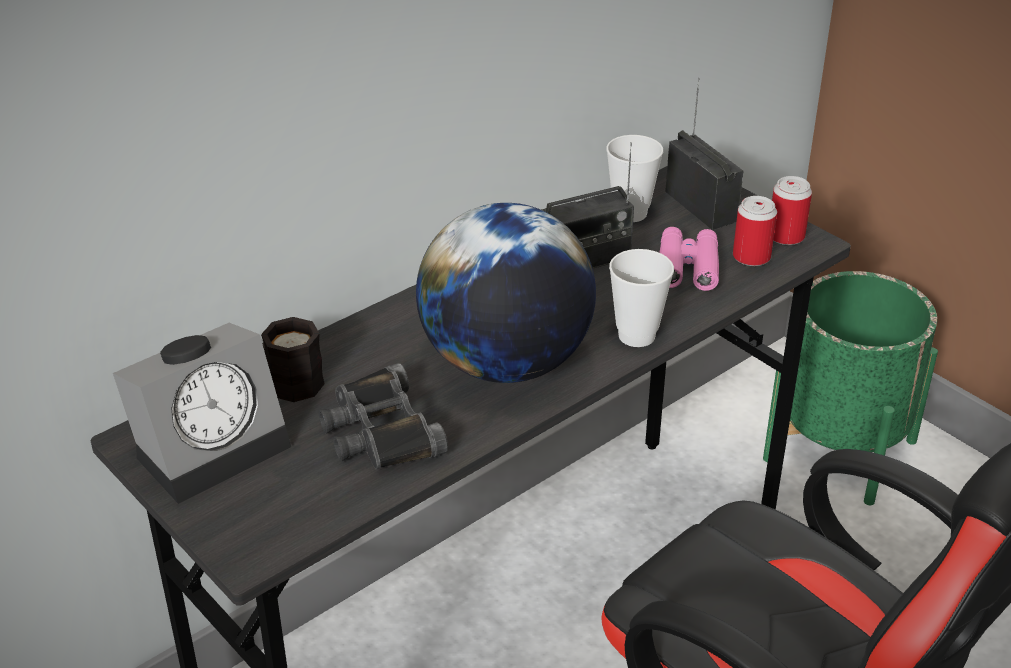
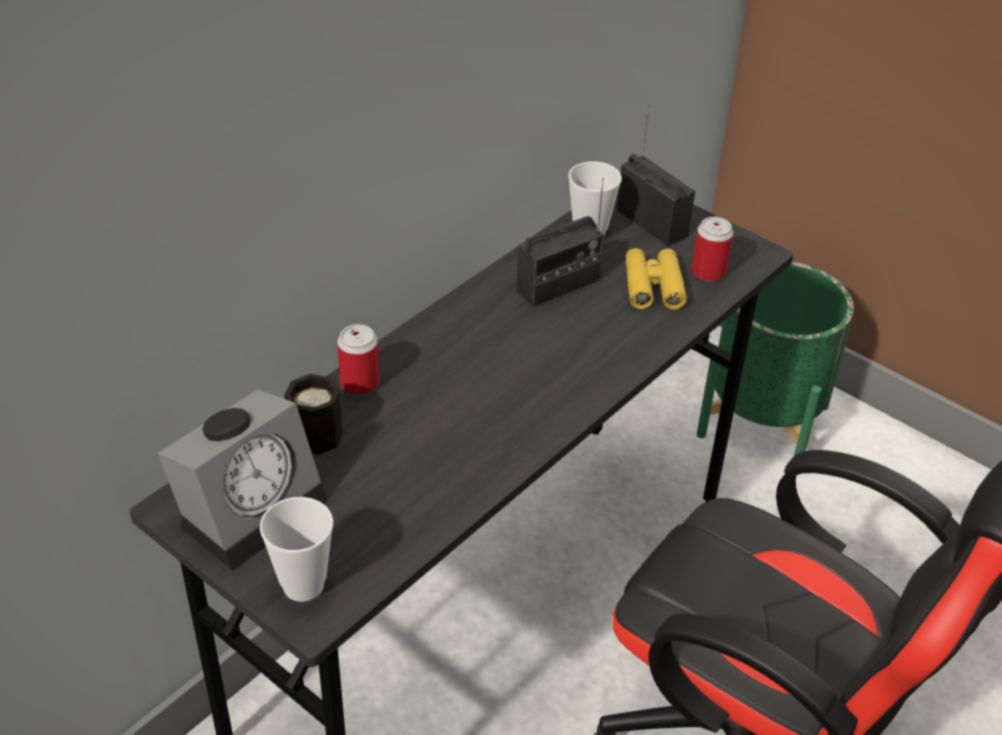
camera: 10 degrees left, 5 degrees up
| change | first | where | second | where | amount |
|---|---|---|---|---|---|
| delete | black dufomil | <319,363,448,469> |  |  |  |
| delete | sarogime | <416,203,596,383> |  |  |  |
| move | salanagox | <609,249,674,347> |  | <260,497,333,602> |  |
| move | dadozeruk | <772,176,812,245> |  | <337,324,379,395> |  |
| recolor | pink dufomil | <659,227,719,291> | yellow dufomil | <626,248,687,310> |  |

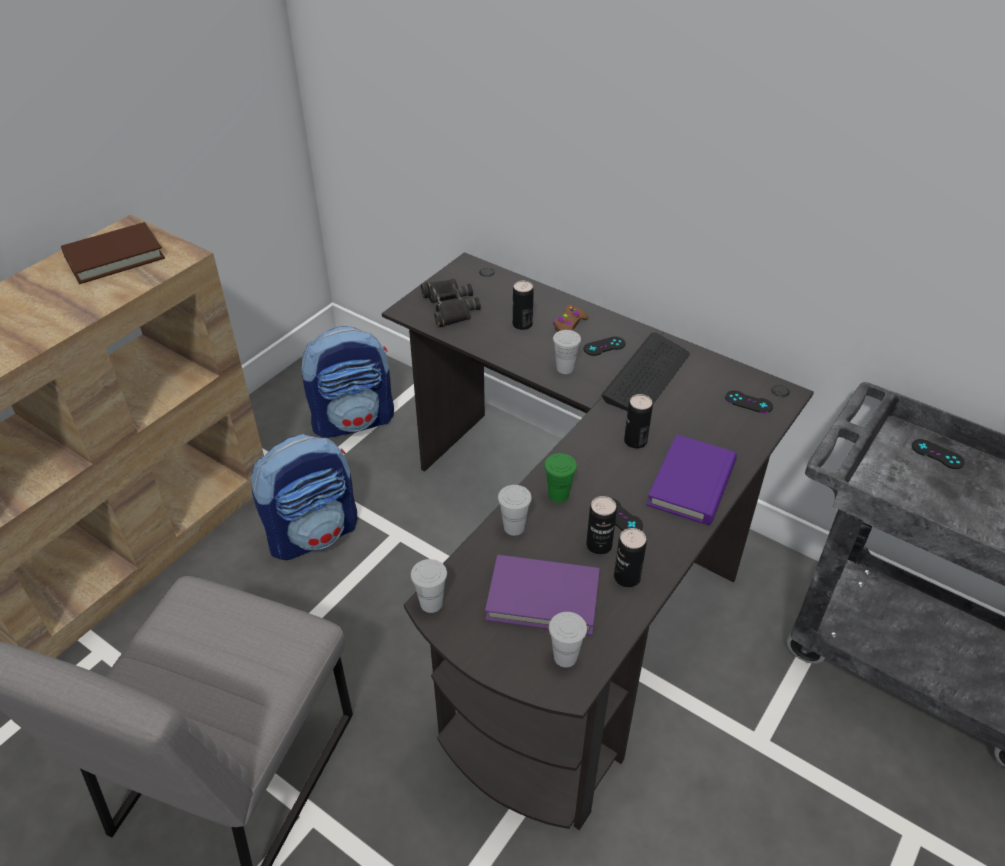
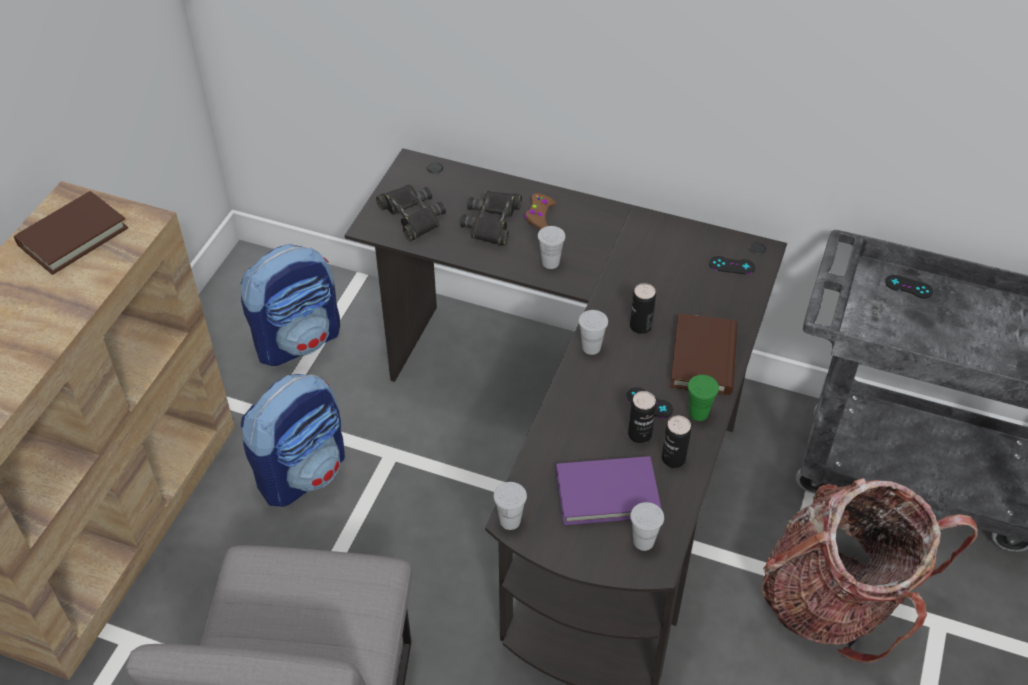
camera: 15 degrees left, 5 degrees up
| change | first | where | second | where | amount |
|---|---|---|---|---|---|
| delete | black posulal | <583,337,626,356> |  |  |  |
| delete | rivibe | <601,332,690,411> |  |  |  |
| insert |  |  | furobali | <762,478,977,663> |  |
| move | white salanagox | <498,485,532,536> |  | <579,310,608,355> |  |
| move | green salanagox | <544,453,577,503> |  | <688,375,719,421> |  |
| replace | dadozeruk | <513,281,534,330> | black dufomil | <460,191,522,246> |  |
| recolor | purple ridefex | <647,435,737,525> | brown ridefex | <670,313,737,395> |  |

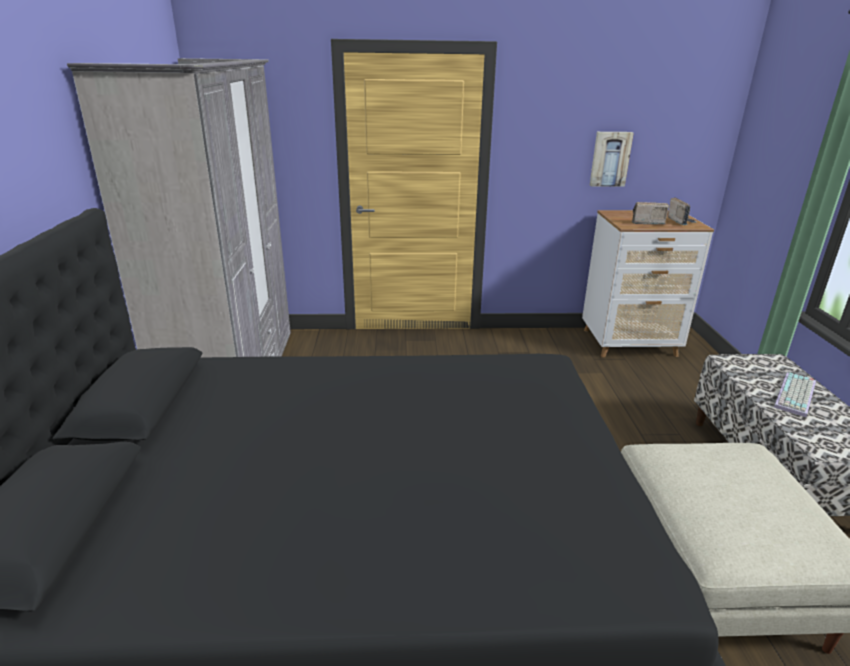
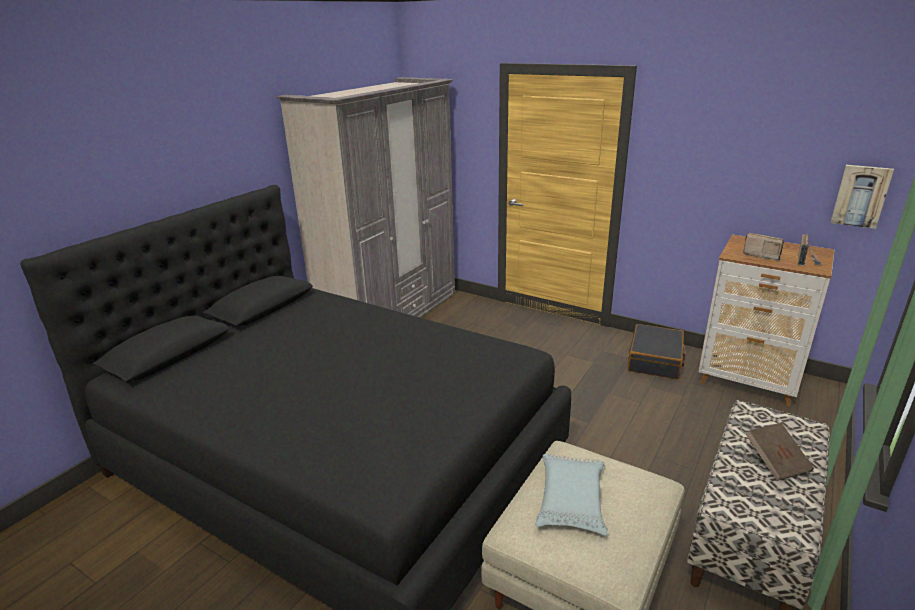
camera: 35 degrees right, 0 degrees up
| change | first | where | second | where | amount |
|---|---|---|---|---|---|
| insert |  |  | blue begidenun | <535,454,608,536> |  |
| insert |  |  | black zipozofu | <628,324,686,379> |  |
| move | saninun | <590,132,634,187> |  | <830,165,894,229> |  |
| replace | rivibe | <774,373,816,418> | brown ridefex | <746,423,814,481> |  |

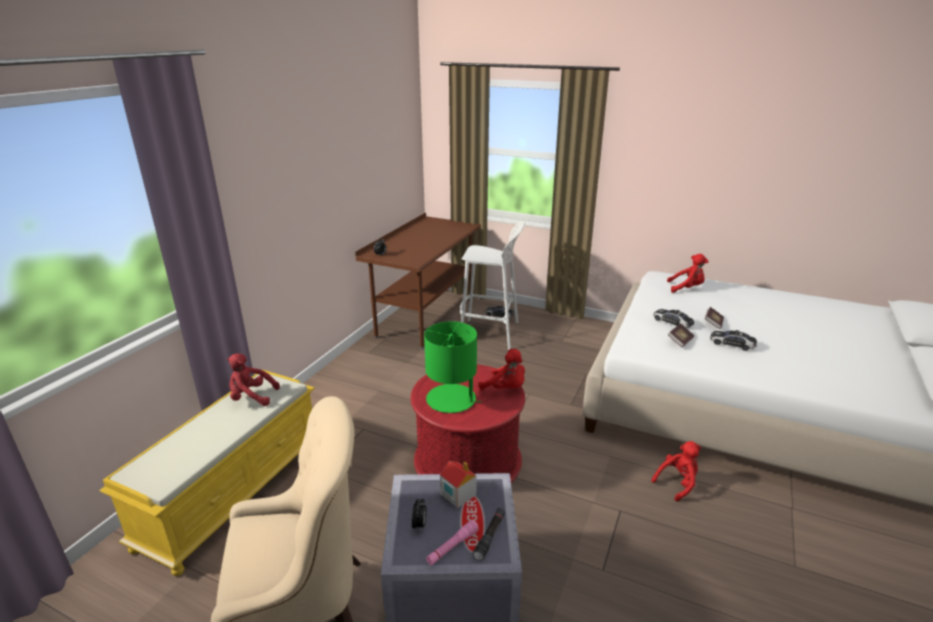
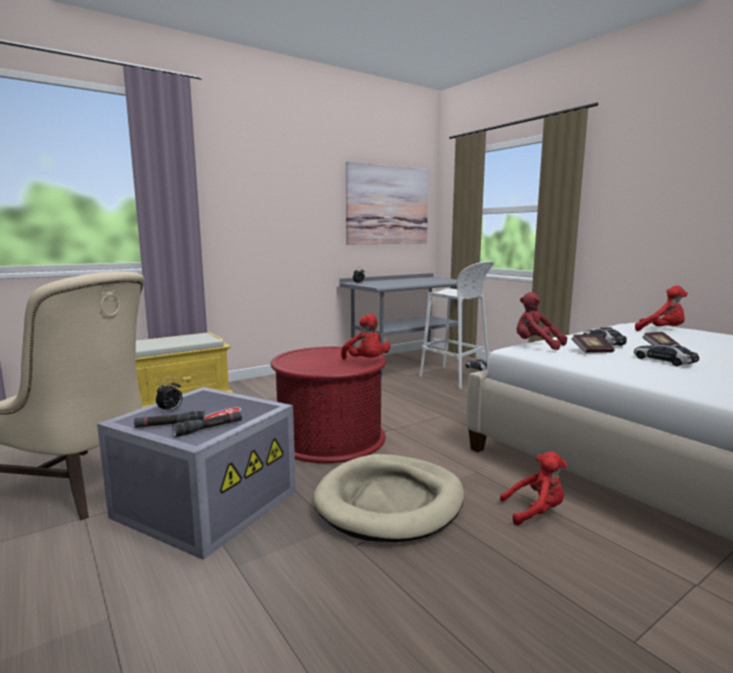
camera: 30 degrees right, 15 degrees down
| change | first | where | second | where | amount |
|---|---|---|---|---|---|
| delete | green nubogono | <424,321,482,413> |  |  |  |
| delete | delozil | <440,461,477,508> |  |  |  |
| insert |  |  | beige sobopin | <313,454,464,542> |  |
| insert |  |  | saninun | <346,161,429,244> |  |
| move | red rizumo | <227,353,280,406> |  | <516,292,567,350> |  |
| recolor | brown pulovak | <355,212,481,349> | grey pulovak | <339,273,464,376> |  |
| recolor | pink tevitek | <426,520,479,565> | black tevitek | <134,410,205,428> |  |

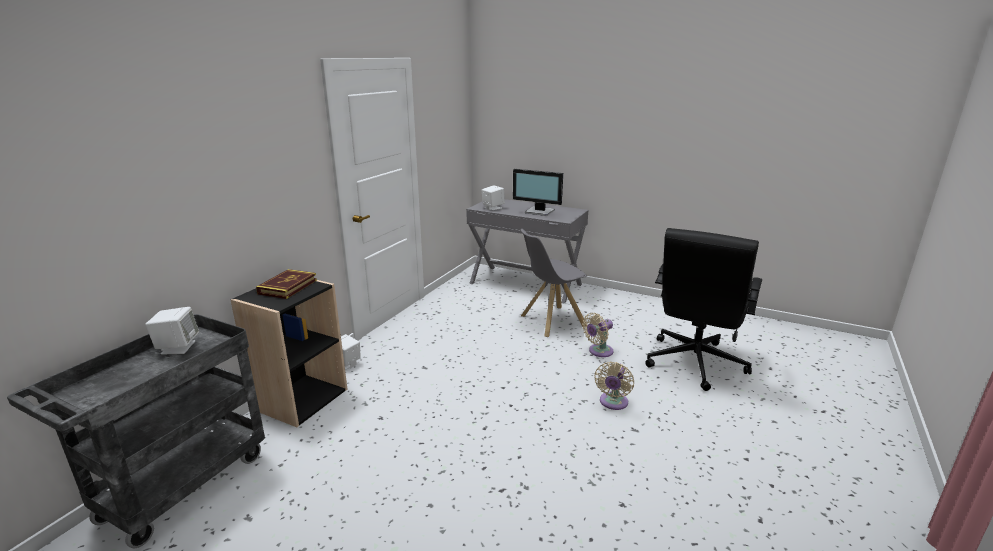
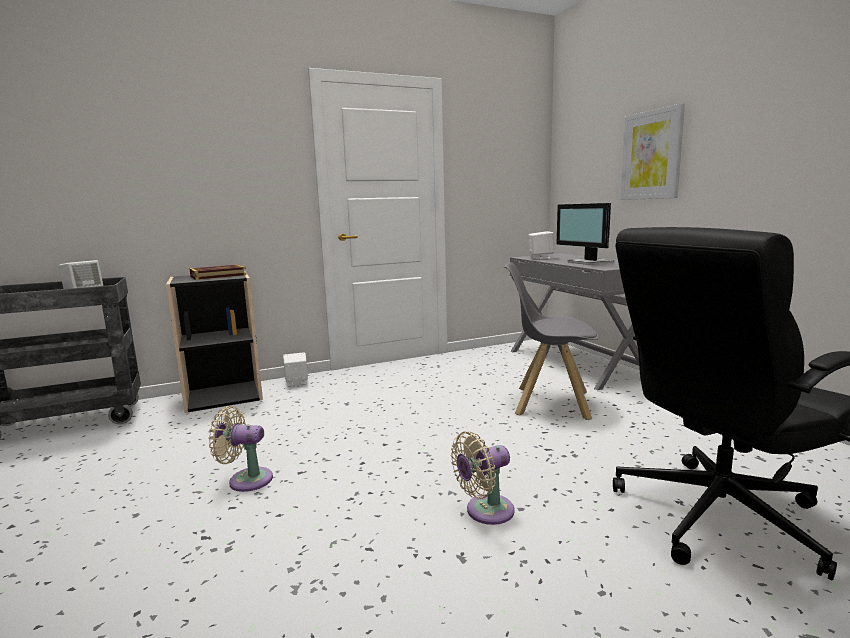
camera: 40 degrees right, 10 degrees down
| change | first | where | second | where | amount |
|---|---|---|---|---|---|
| insert |  |  | saninun | <620,103,685,200> |  |
| move | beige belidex | <582,313,613,357> |  | <209,406,273,492> |  |

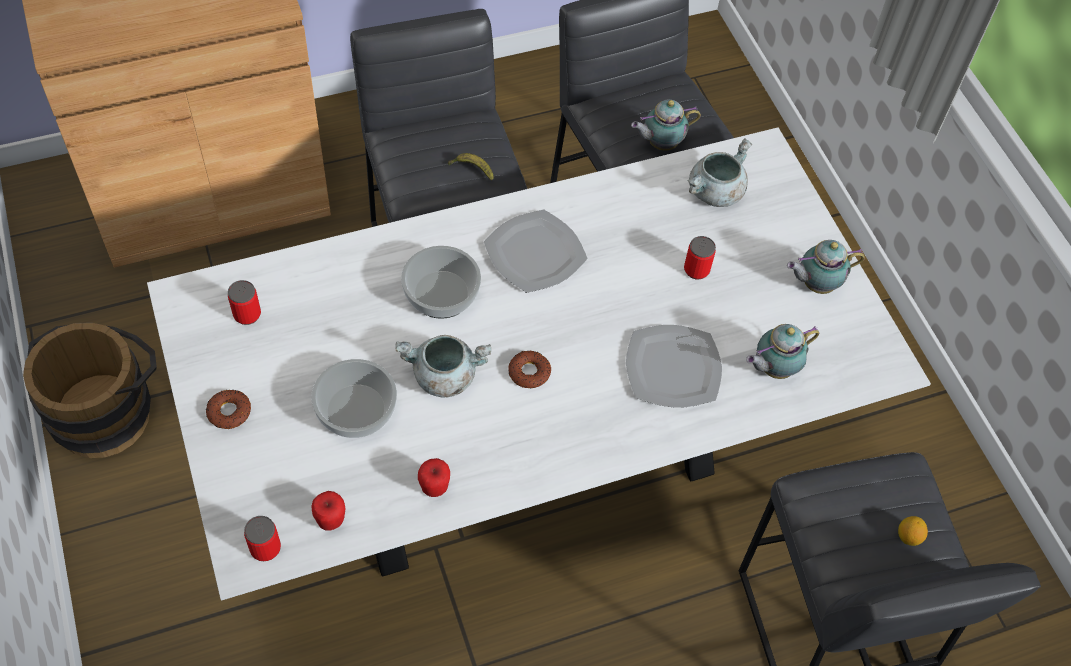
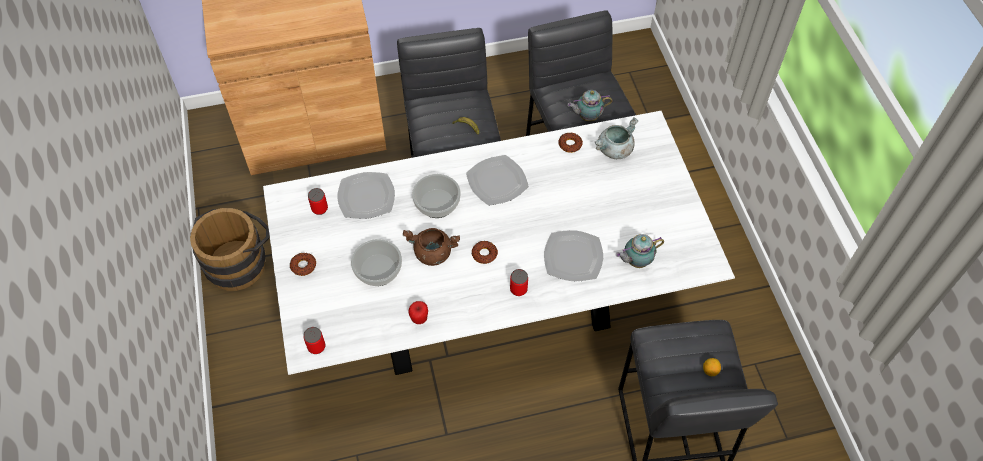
camera: 10 degrees right, 0 degrees up
| change | first | where | second | where | amount |
|---|---|---|---|---|---|
| delete | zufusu | <311,491,346,531> |  |  |  |
| delete | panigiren | <787,240,865,294> |  |  |  |
| insert |  |  | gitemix | <337,172,395,219> |  |
| insert |  |  | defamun | <558,132,583,153> |  |
| move | dadozeruk | <684,236,716,279> |  | <510,269,528,296> |  |
| recolor | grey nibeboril | <395,335,491,397> | brown nibeboril | <403,228,460,266> |  |

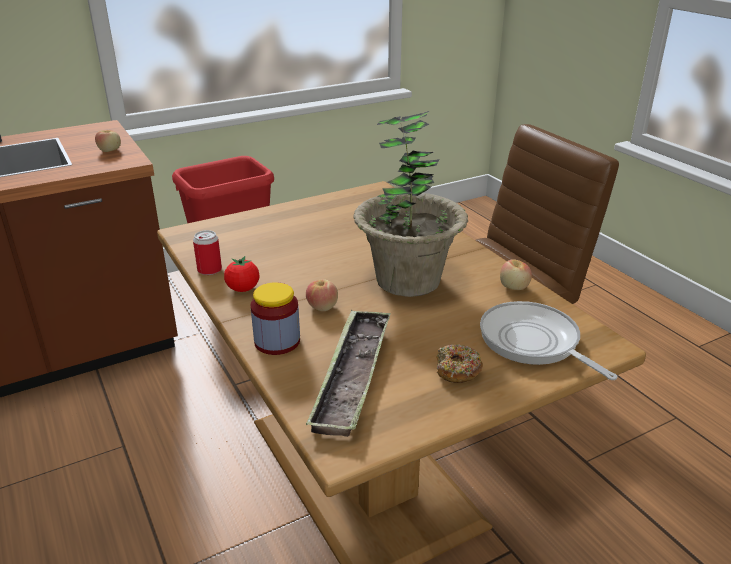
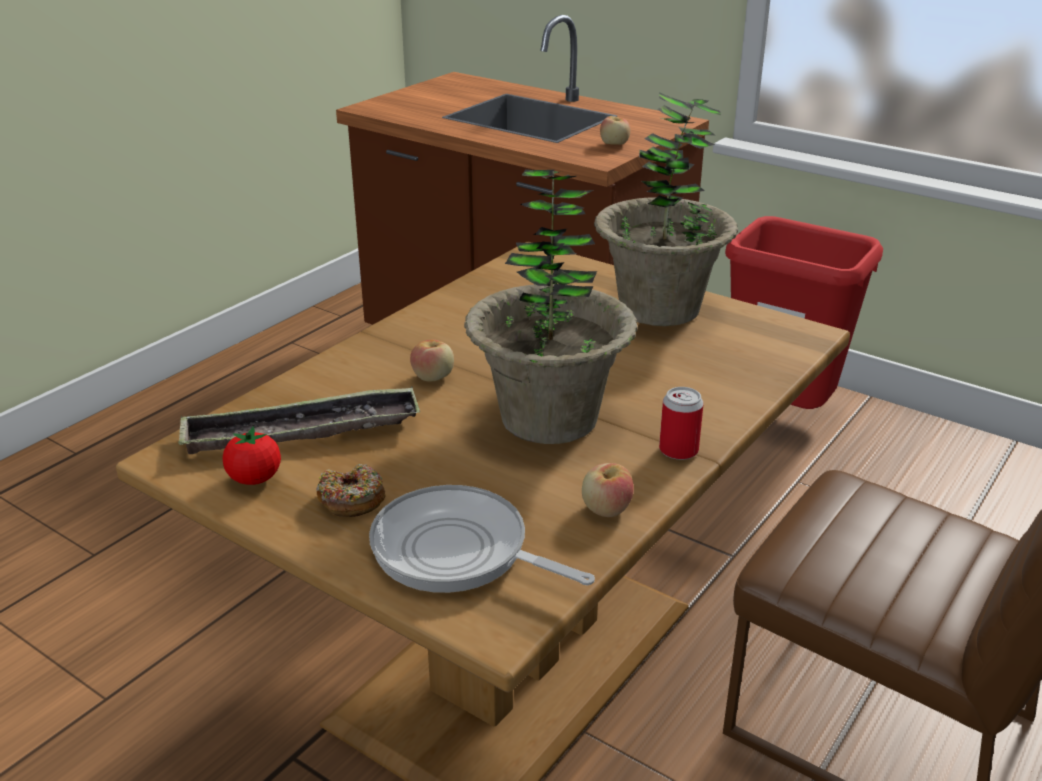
camera: 65 degrees right, 0 degrees up
| change | first | where | second | where | amount |
|---|---|---|---|---|---|
| delete | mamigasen | <251,282,300,355> |  |  |  |
| insert |  |  | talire | <594,92,738,326> |  |
| move | dadozeruk | <193,230,222,275> |  | <659,387,704,460> |  |
| move | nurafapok | <224,256,259,292> |  | <223,426,281,485> |  |
| rotate | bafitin | <480,301,617,380> |  | <369,485,595,593> | 90 degrees counterclockwise |

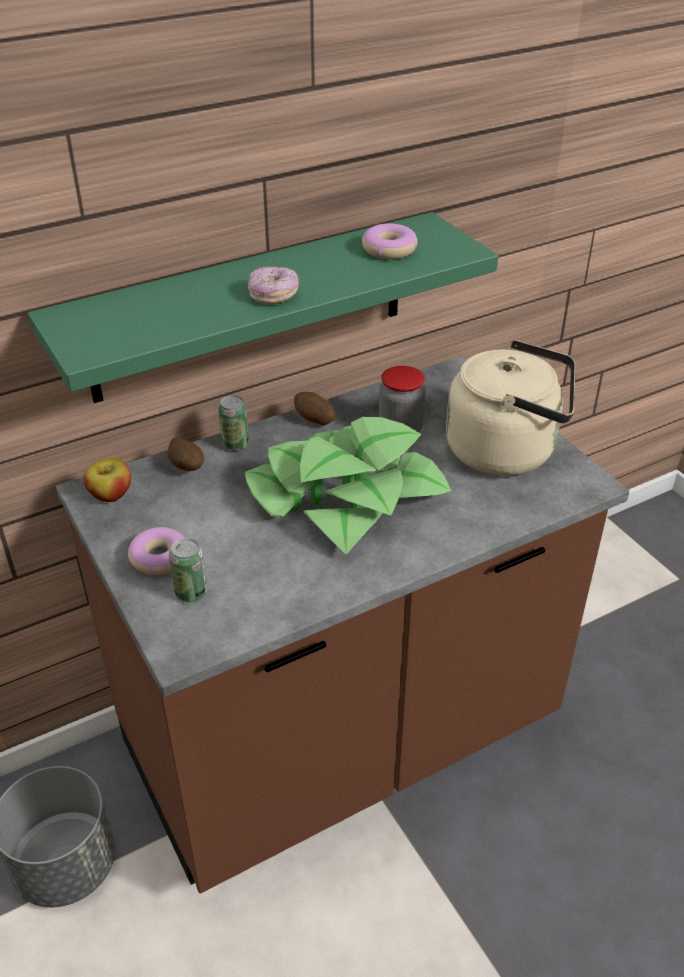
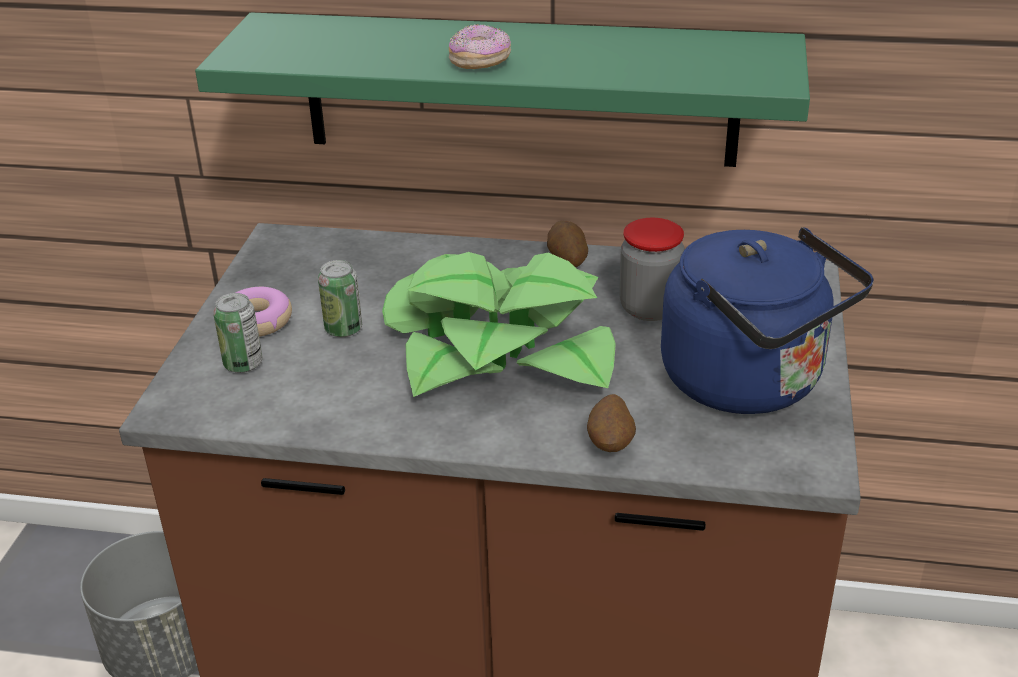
camera: 40 degrees right, 5 degrees down
| change | first | where | second | where | amount |
|---|---|---|---|---|---|
| delete | zufusu | <83,457,131,502> |  |  |  |
| delete | defamun | <362,223,418,259> |  |  |  |
| move | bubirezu | <168,437,204,471> |  | <587,394,636,452> |  |
| move | dadozeruk | <218,395,249,451> |  | <318,260,362,337> |  |
| recolor | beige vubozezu | <446,340,576,476> | blue vubozezu | <661,227,874,414> |  |

